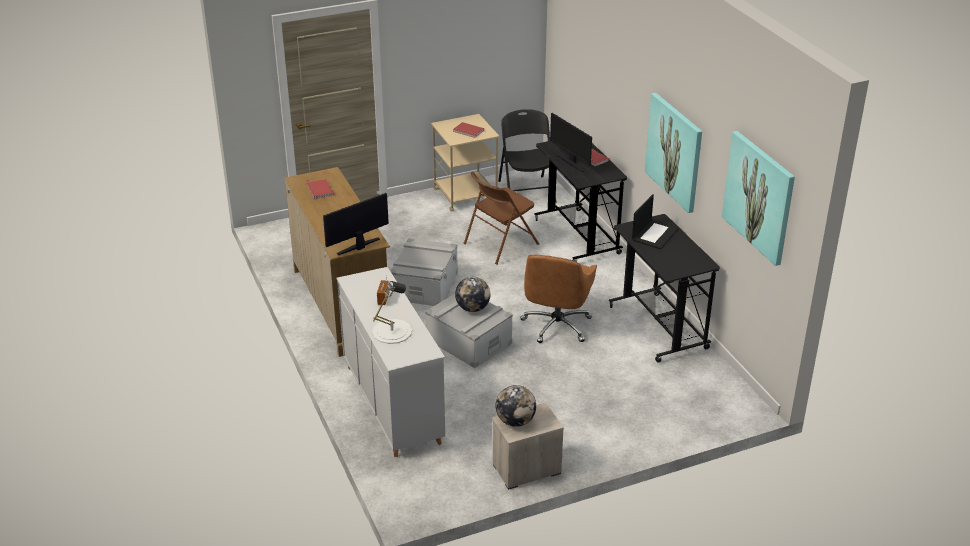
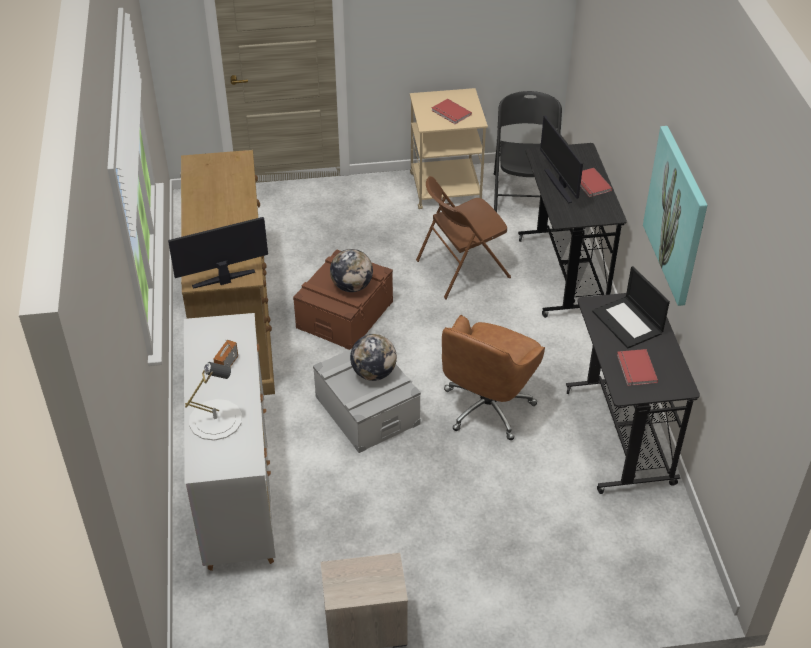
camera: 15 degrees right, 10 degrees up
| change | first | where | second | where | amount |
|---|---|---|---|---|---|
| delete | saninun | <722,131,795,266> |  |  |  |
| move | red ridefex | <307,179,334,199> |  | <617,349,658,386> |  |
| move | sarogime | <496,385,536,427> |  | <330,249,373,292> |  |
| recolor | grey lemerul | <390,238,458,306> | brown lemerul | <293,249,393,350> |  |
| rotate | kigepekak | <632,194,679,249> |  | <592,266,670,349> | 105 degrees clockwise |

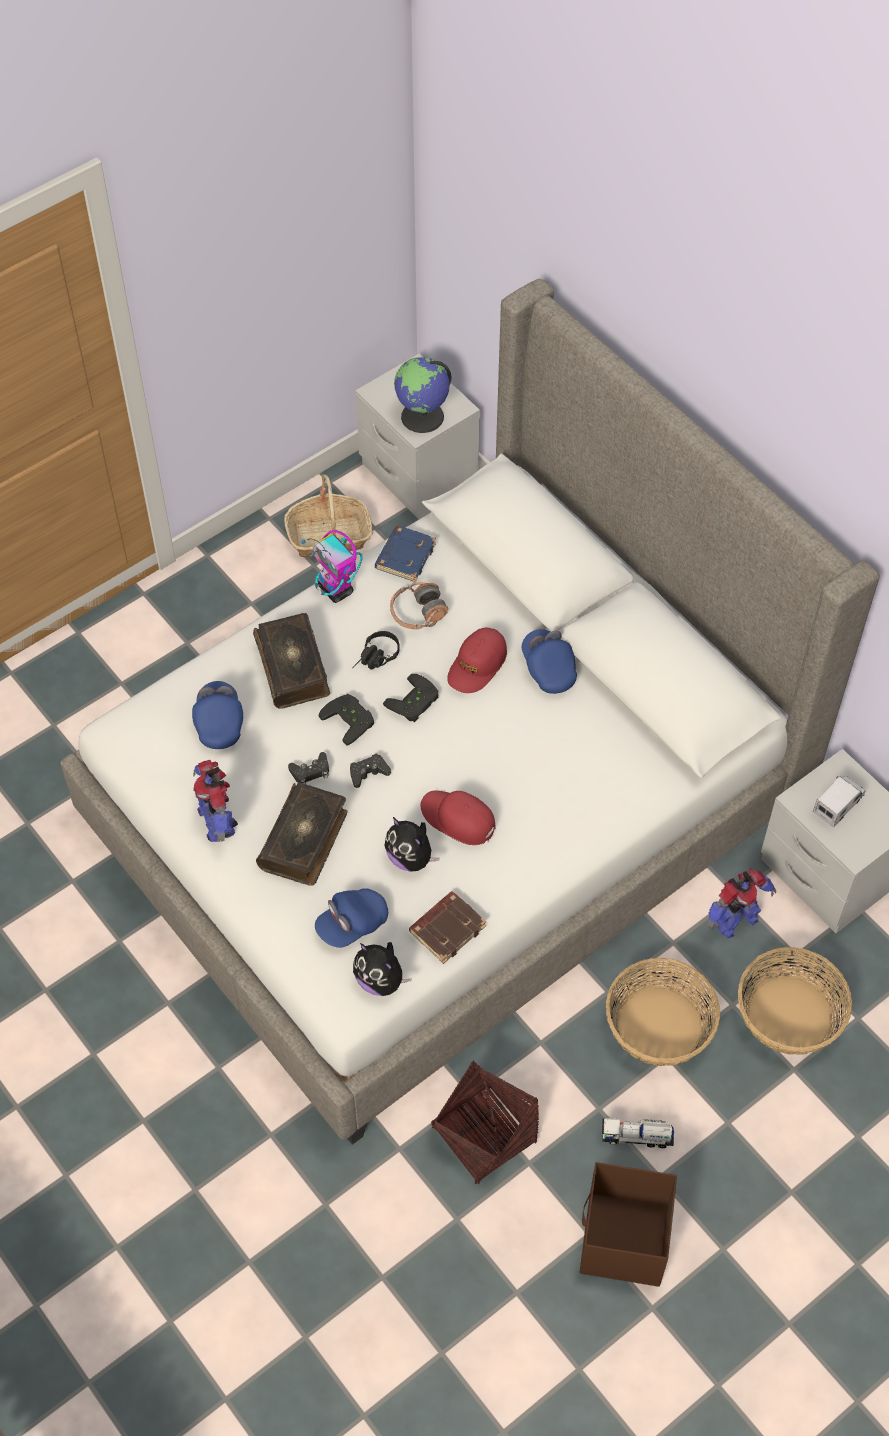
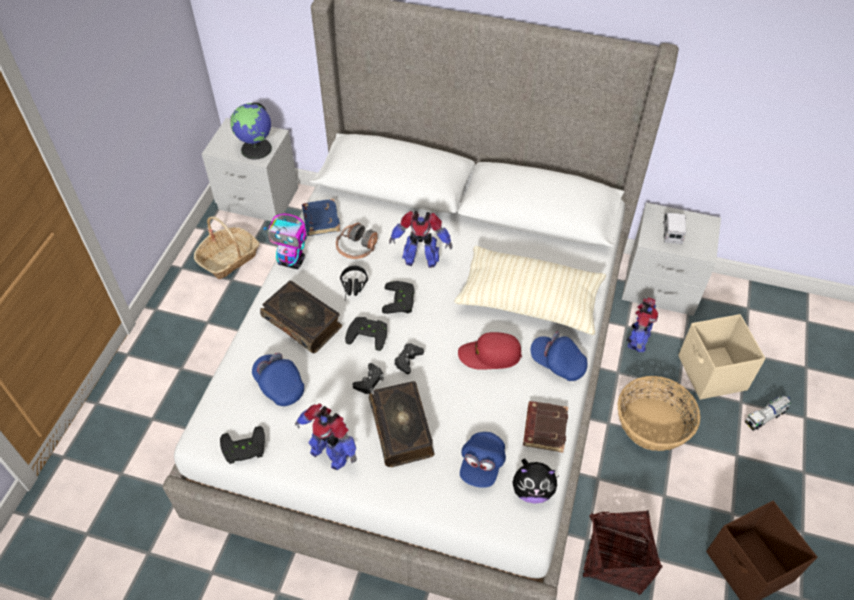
camera: 35 degrees left, 5 degrees down
| change | first | where | second | where | amount |
|---|---|---|---|---|---|
| delete | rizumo | <385,817,440,872> |  |  |  |
| insert |  |  | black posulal | <220,426,265,464> |  |
| insert |  |  | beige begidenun | <454,245,606,335> |  |
| move | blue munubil | <521,629,577,694> |  | <531,331,587,381> |  |
| move | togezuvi | <602,1117,674,1148> |  | <745,396,791,431> |  |
| replace | red munubil | <447,628,507,693> | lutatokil | <389,211,452,268> |  |
| replace | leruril | <738,947,852,1055> | beige lemerul | <678,314,766,400> |  |

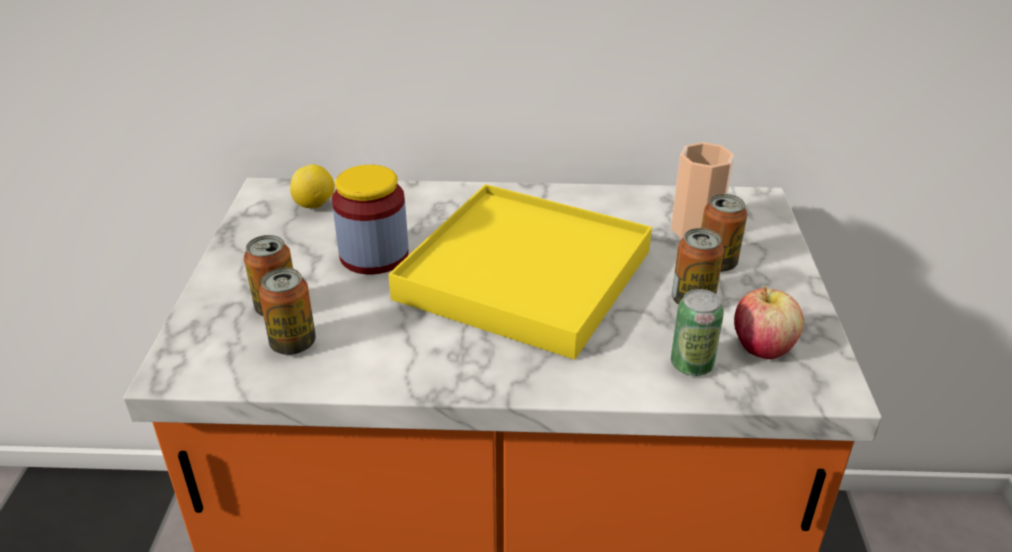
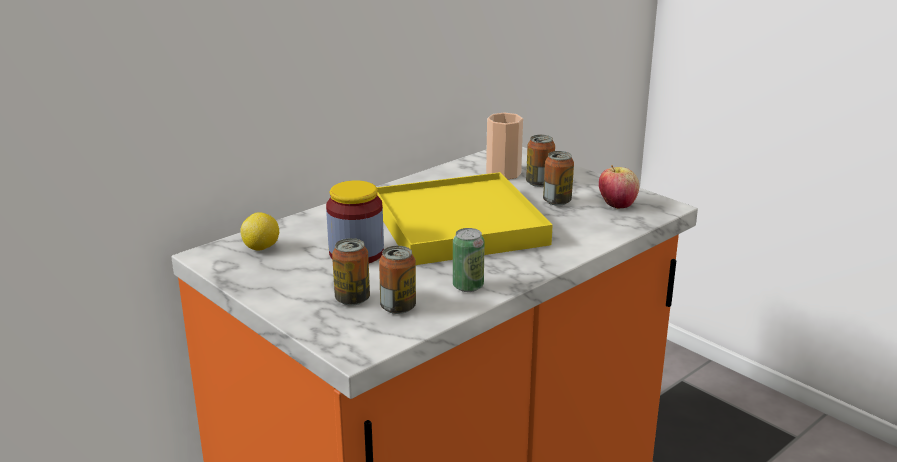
camera: 45 degrees left, 10 degrees down
| change | first | where | second | where | amount |
|---|---|---|---|---|---|
| move | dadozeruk | <671,289,724,376> |  | <453,228,485,292> |  |

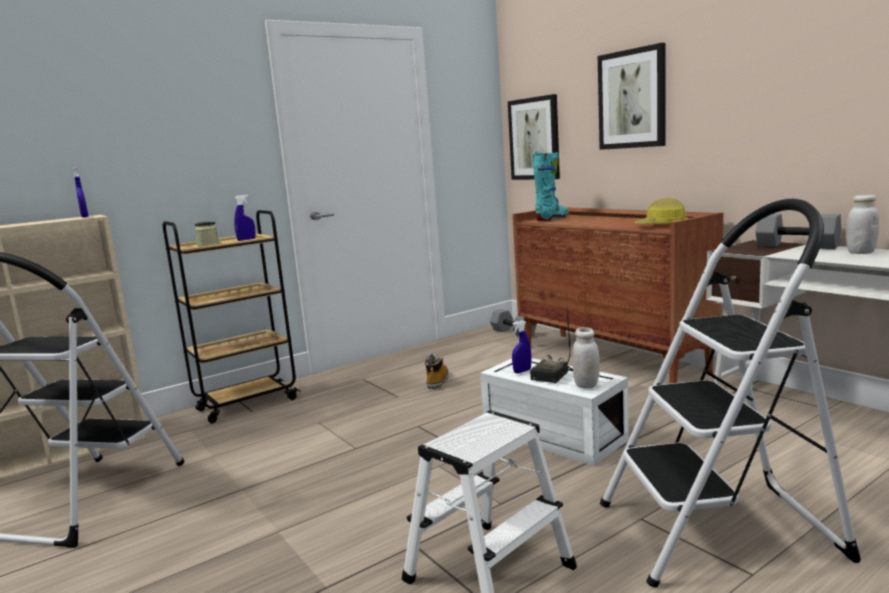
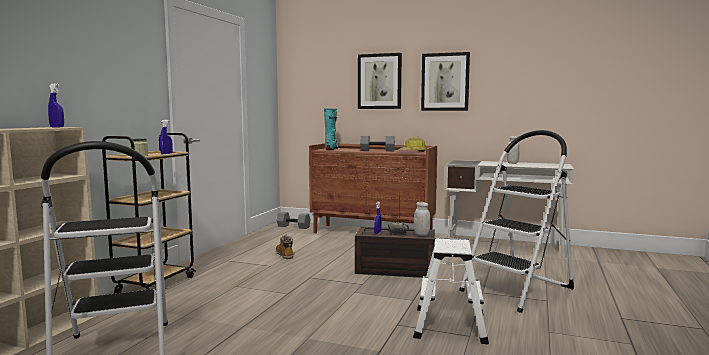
camera: 35 degrees left, 5 degrees down
| change | first | where | second | where | amount |
|---|---|---|---|---|---|
| move | saninun | <508,94,560,180> |  | <421,52,470,111> |  |
| move | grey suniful | <756,214,841,249> |  | <360,135,395,151> |  |
| recolor | white lemerul | <480,358,629,466> | brown lemerul | <355,227,435,278> |  |

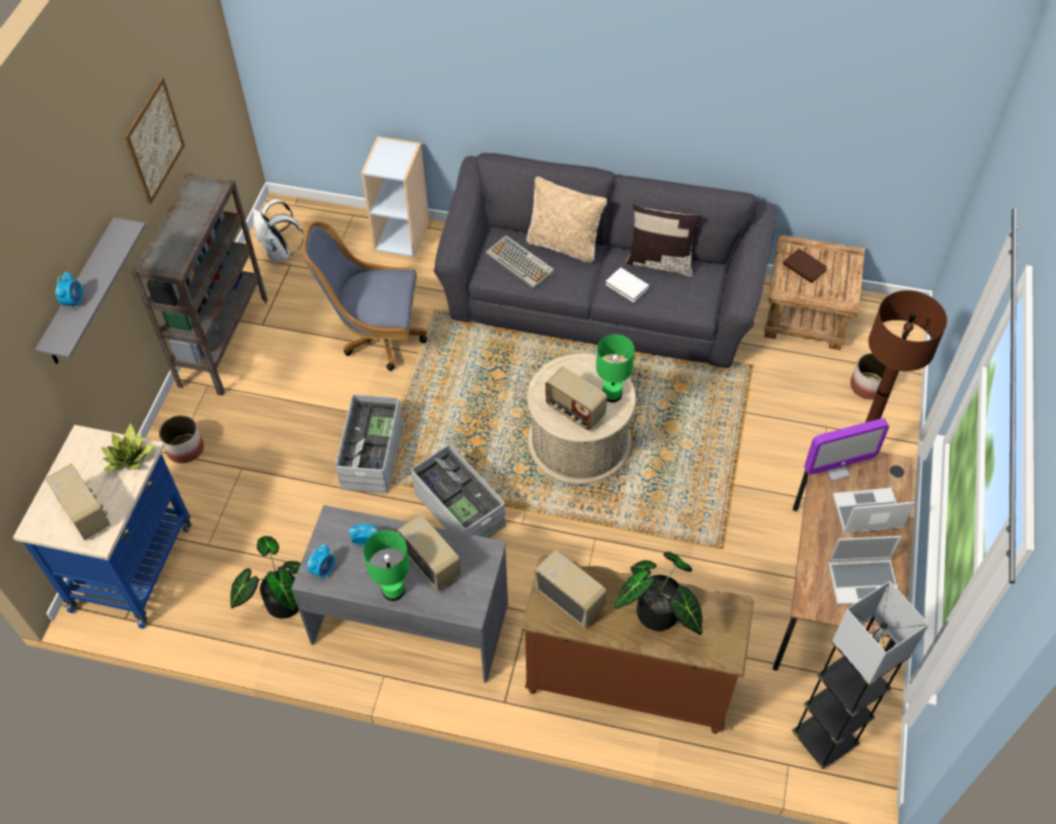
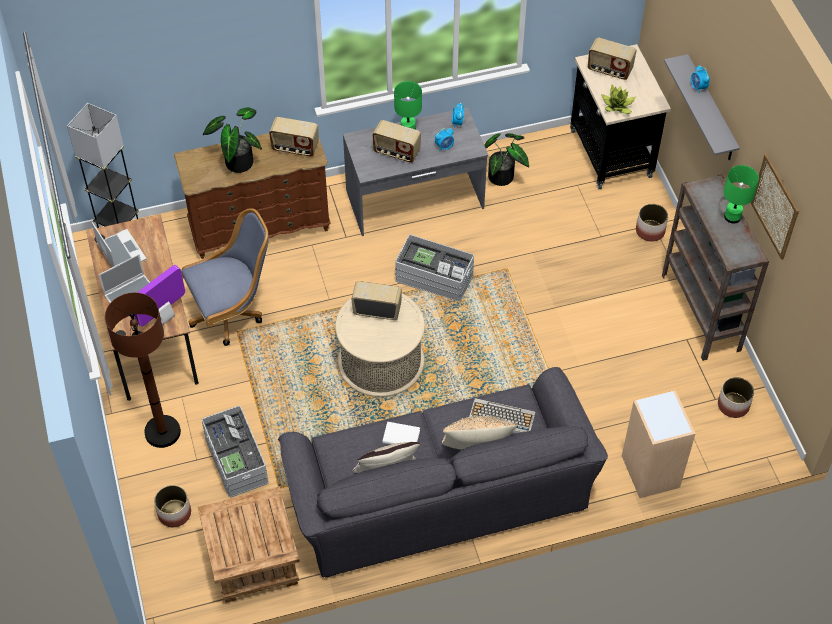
camera: 150 degrees right, 0 degrees up
| change | first | where | second | where | amount |
|---|---|---|---|---|---|
| delete | brown ridefex | <783,248,827,283> |  |  |  |
| move | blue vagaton | <303,221,427,371> |  | <181,208,269,346> |  |
| move | grey lemerul | <335,394,403,494> |  | <202,406,269,497> |  |
| move | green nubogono | <596,334,634,402> |  | <724,165,759,223> |  |
| replace | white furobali | <253,199,304,263> | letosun | <718,377,754,418> |  |
| recolor | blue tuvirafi | <13,425,192,629> | black tuvirafi | <570,44,671,189> |  |
| rotate | kigepekak | <828,536,902,605> |  | <92,222,147,267> | 90 degrees clockwise |

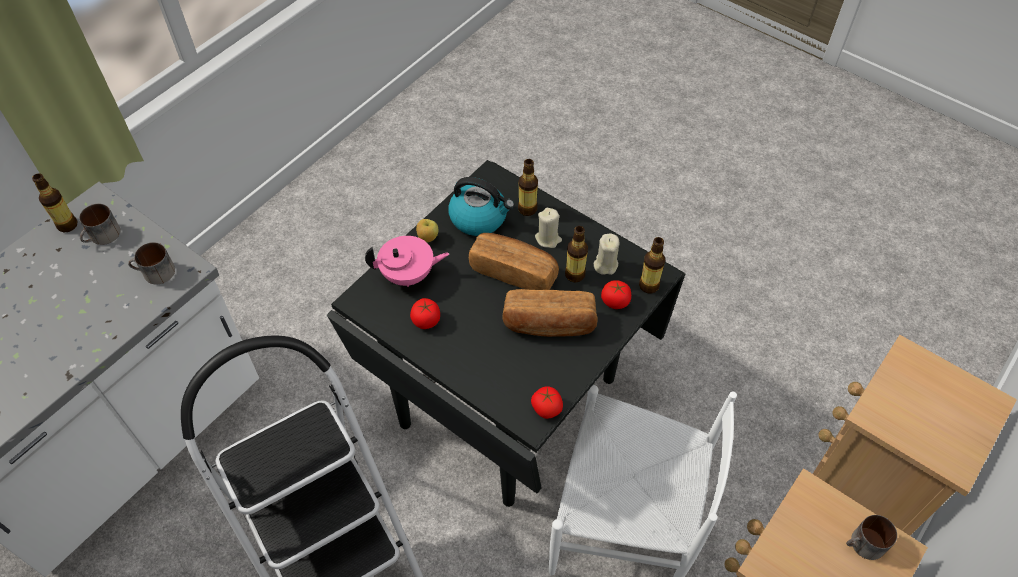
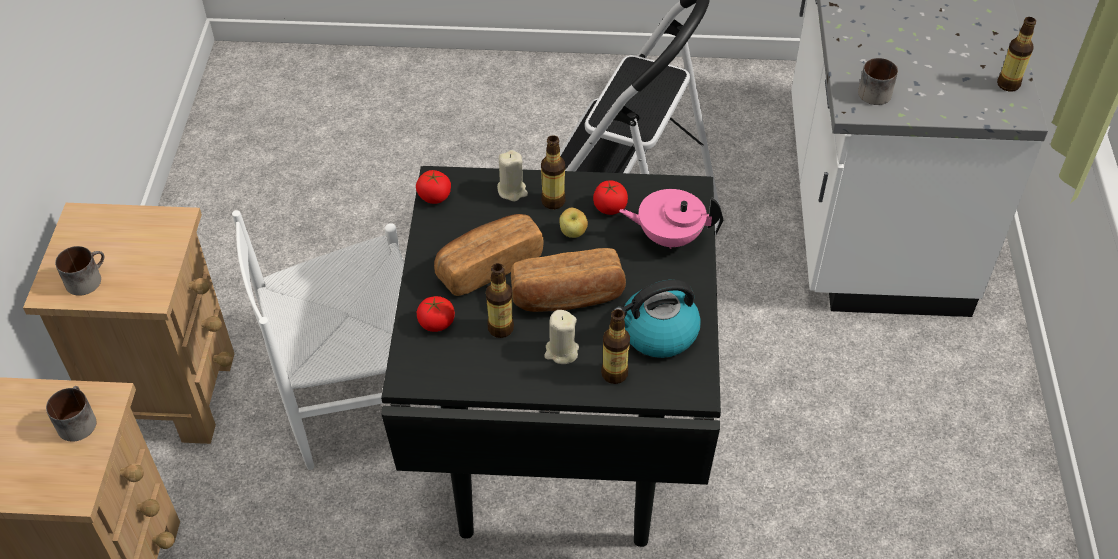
camera: 145 degrees right, 5 degrees down
| change | first | where | second | where | amount |
|---|---|---|---|---|---|
| move | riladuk | <79,204,120,245> |  | <46,386,96,442> |  |
| move | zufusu | <416,219,439,242> |  | <559,208,588,238> |  |
| move | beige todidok | <594,234,620,275> |  | <497,150,528,202> |  |
| move | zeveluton | <639,237,665,294> |  | <541,135,565,209> |  |
| rotate | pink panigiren | <365,236,449,287> |  | <619,189,721,249> | 45 degrees clockwise |

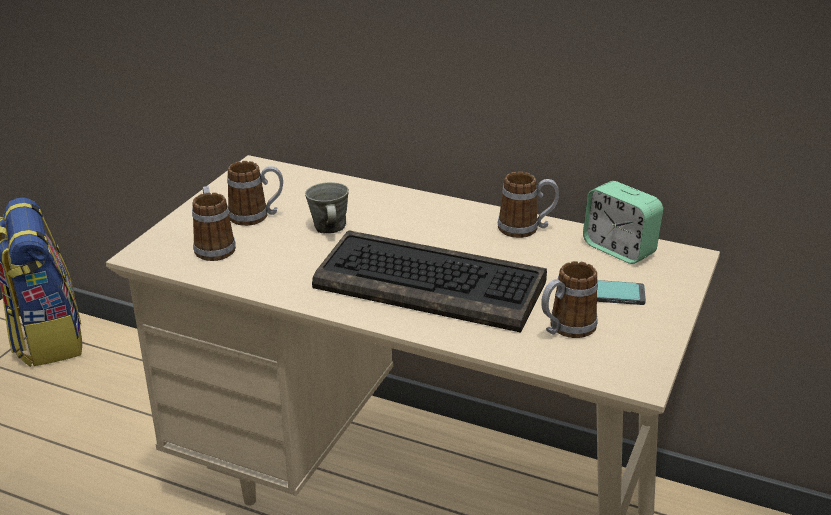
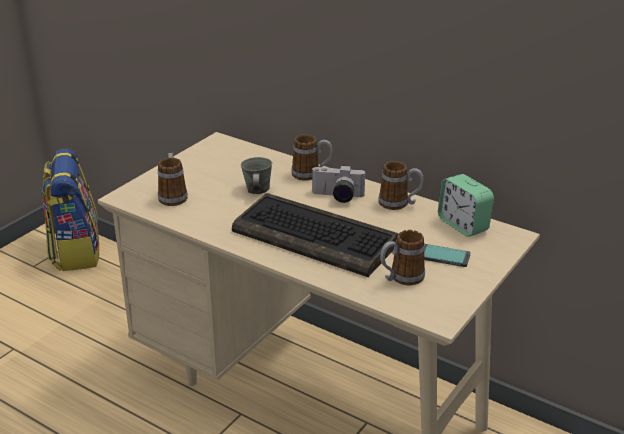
camera: 10 degrees right, 0 degrees up
| change | first | where | second | where | amount |
|---|---|---|---|---|---|
| insert |  |  | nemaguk | <311,165,366,203> |  |
| move | riladuk | <227,161,283,226> |  | <291,134,333,181> |  |

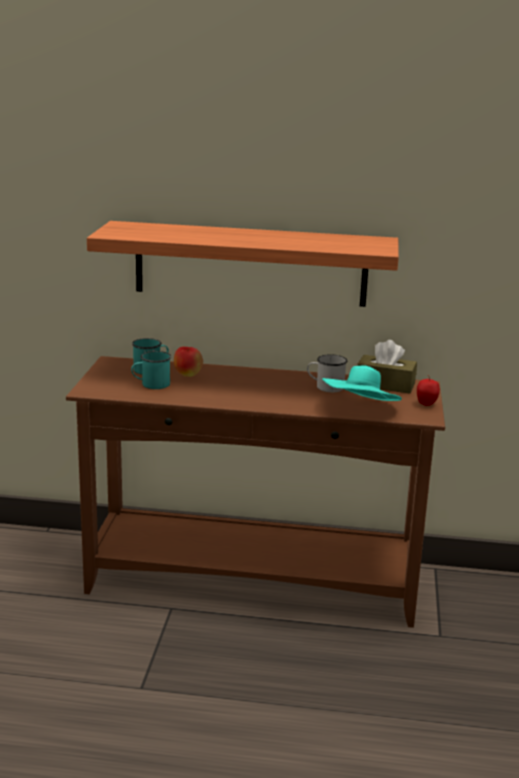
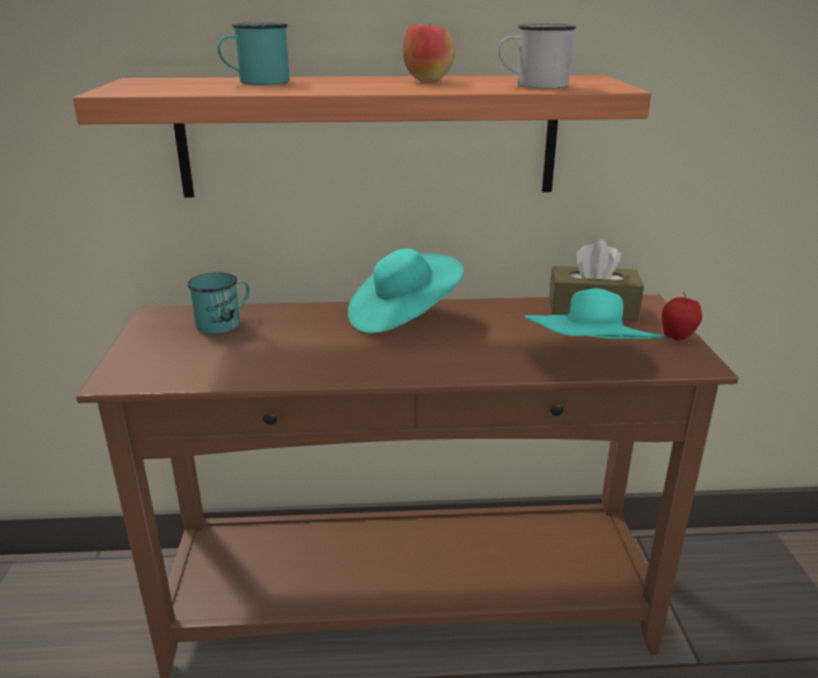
camera: 10 degrees left, 5 degrees up
| change | first | where | second | where | amount |
|---|---|---|---|---|---|
| insert |  |  | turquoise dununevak | <348,248,464,333> |  |
| move | turquoise riladuk | <131,351,171,389> |  | <217,22,289,85> |  |
| move | zufusu | <174,347,203,377> |  | <403,23,455,82> |  |
| move | white riladuk | <307,354,347,392> |  | <498,24,576,89> |  |

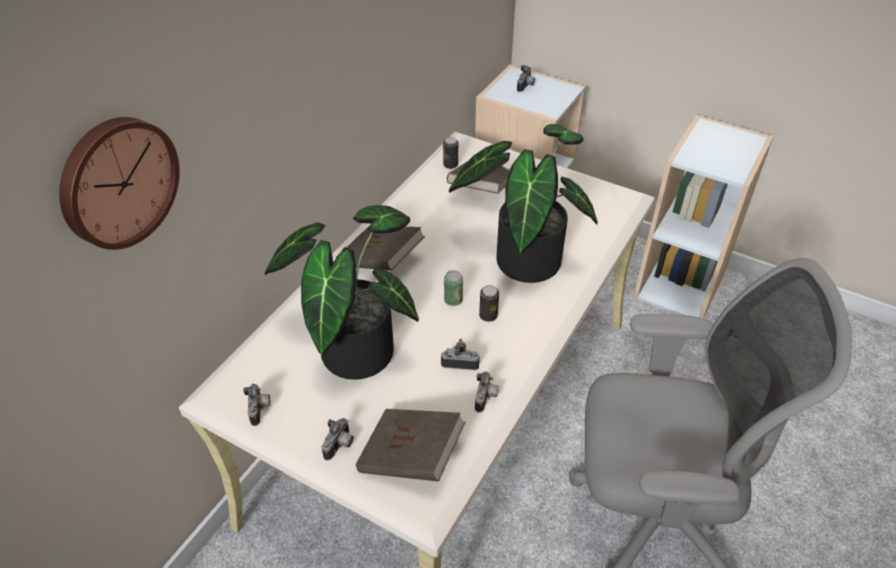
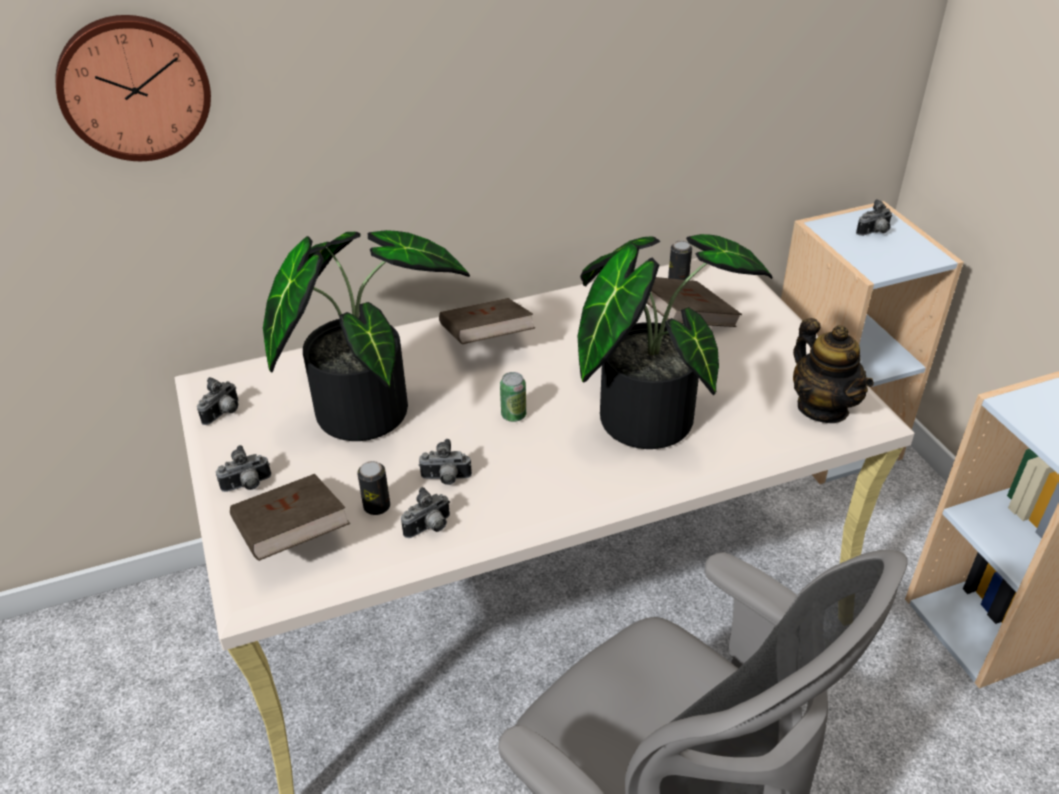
camera: 40 degrees right, 5 degrees down
| change | first | where | second | where | amount |
|---|---|---|---|---|---|
| insert |  |  | panigiren | <793,318,874,423> |  |
| move | dadozeruk | <479,285,499,322> |  | <357,461,390,515> |  |
| rotate | nemaguk | <441,339,480,370> |  | <419,439,472,485> | 135 degrees clockwise |

